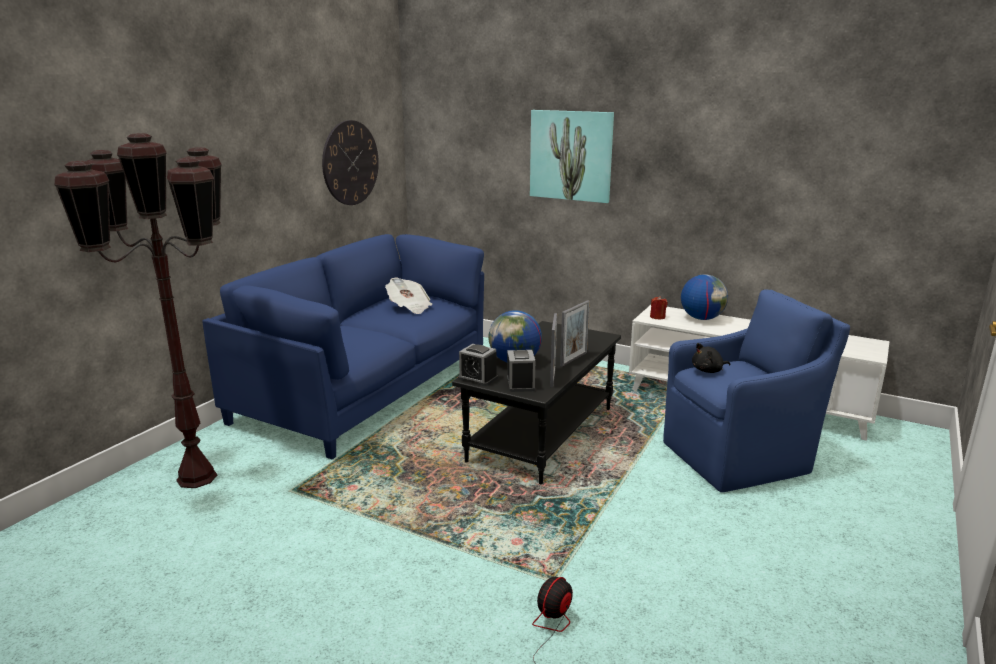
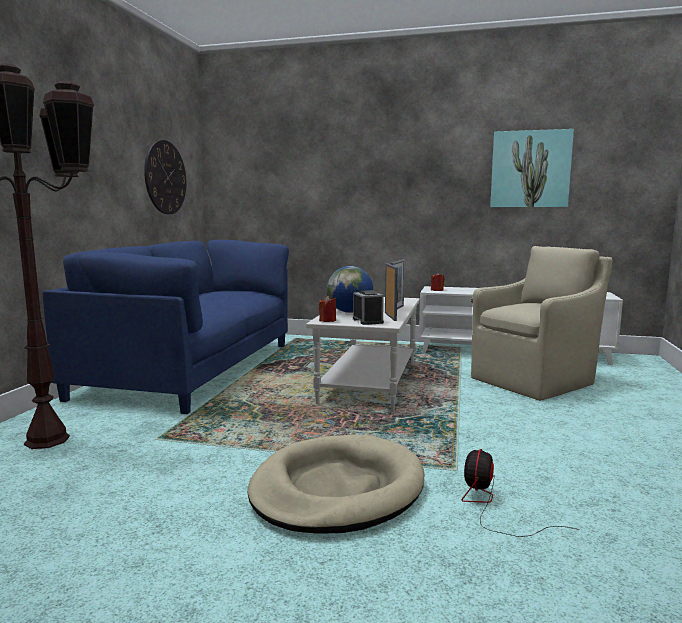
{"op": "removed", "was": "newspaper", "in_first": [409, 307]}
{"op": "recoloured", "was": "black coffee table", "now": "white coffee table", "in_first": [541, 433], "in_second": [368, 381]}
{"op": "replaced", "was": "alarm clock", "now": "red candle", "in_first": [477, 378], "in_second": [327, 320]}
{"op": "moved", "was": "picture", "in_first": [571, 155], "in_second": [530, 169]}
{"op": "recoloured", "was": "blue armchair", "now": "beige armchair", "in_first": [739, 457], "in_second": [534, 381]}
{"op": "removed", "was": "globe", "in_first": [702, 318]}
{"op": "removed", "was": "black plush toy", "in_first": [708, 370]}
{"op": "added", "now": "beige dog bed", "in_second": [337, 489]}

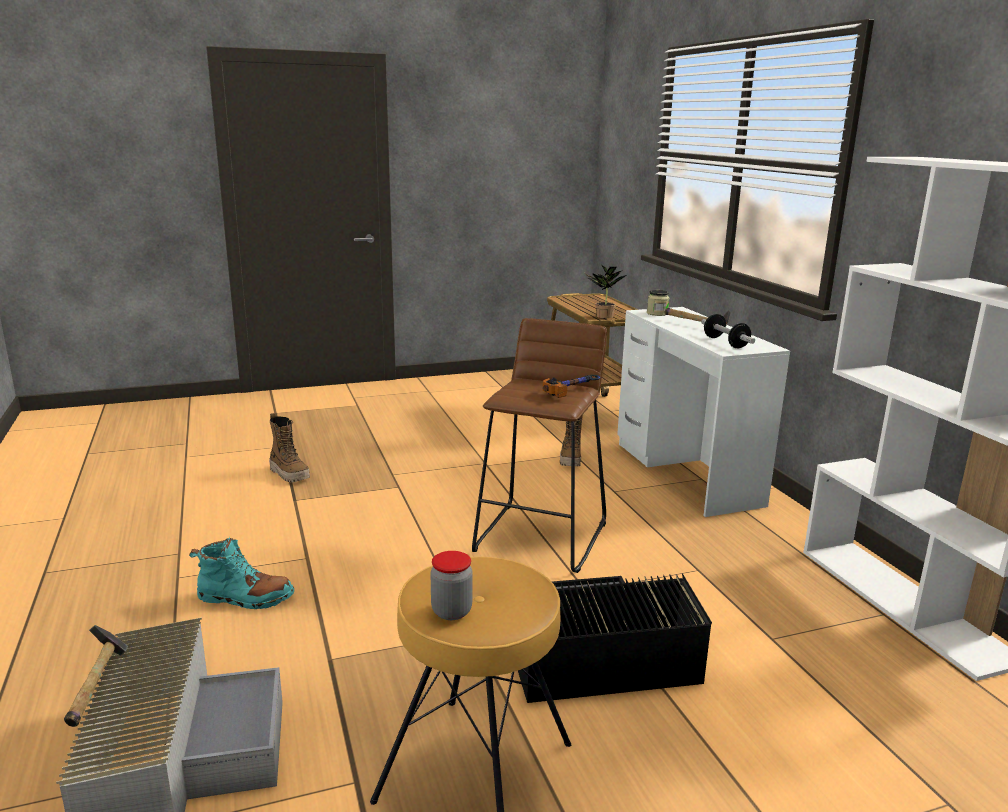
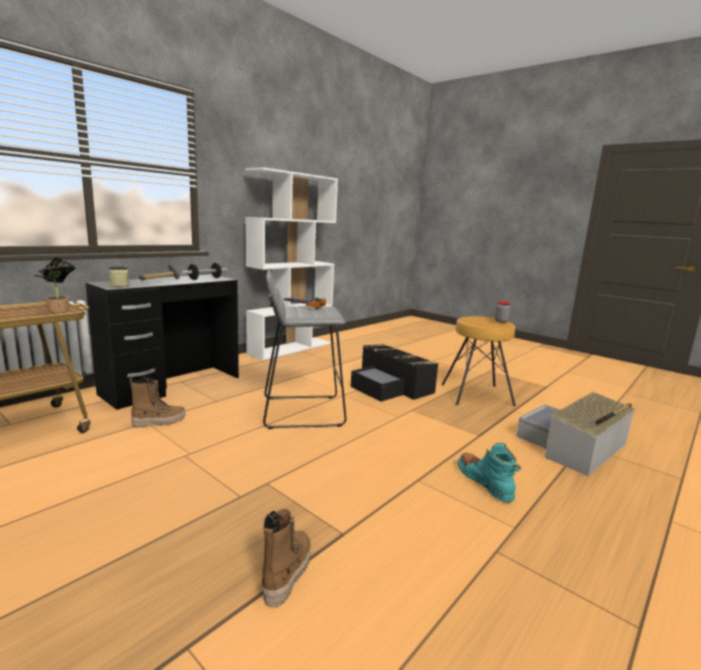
{"op": "recoloured", "was": "brown stool", "now": "grey stool", "in_first": [542, 536], "in_second": [301, 411]}
{"op": "recoloured", "was": "white desk", "now": "black desk", "in_first": [686, 473], "in_second": [172, 385]}

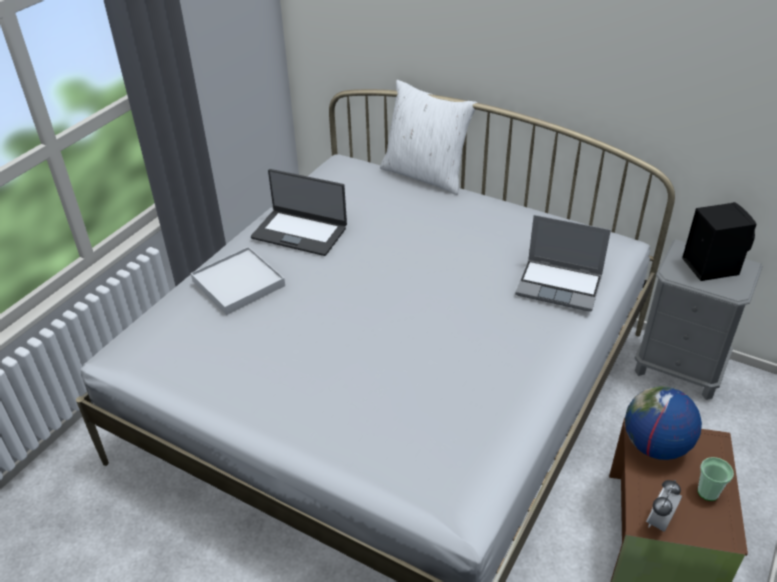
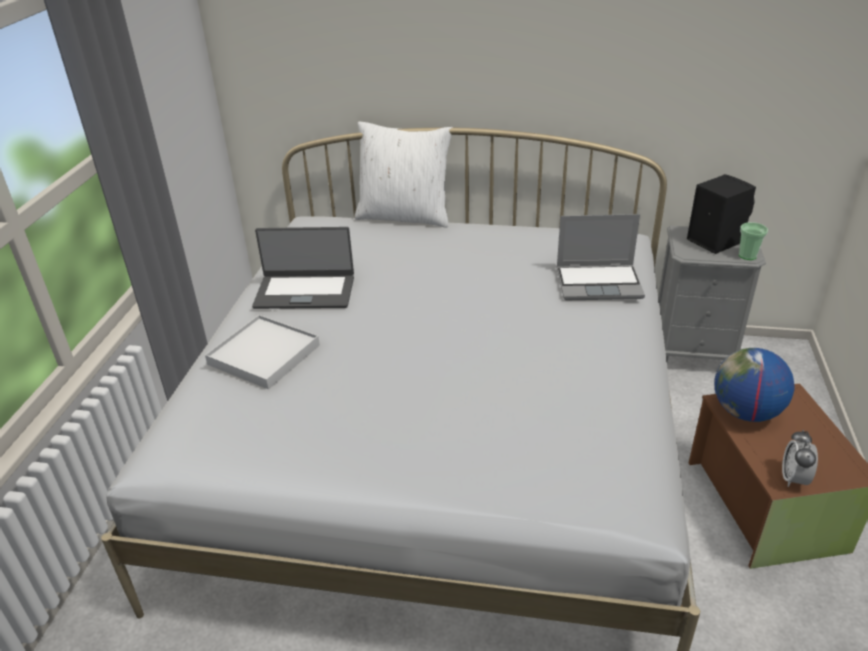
{"op": "moved", "was": "cup", "in_first": [708, 492], "in_second": [747, 255]}

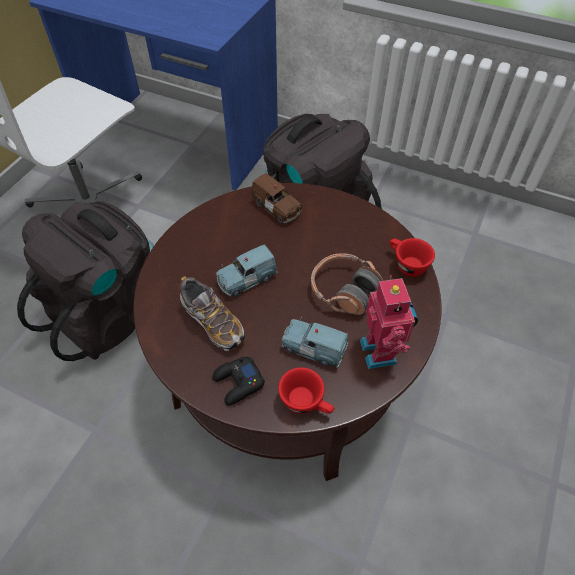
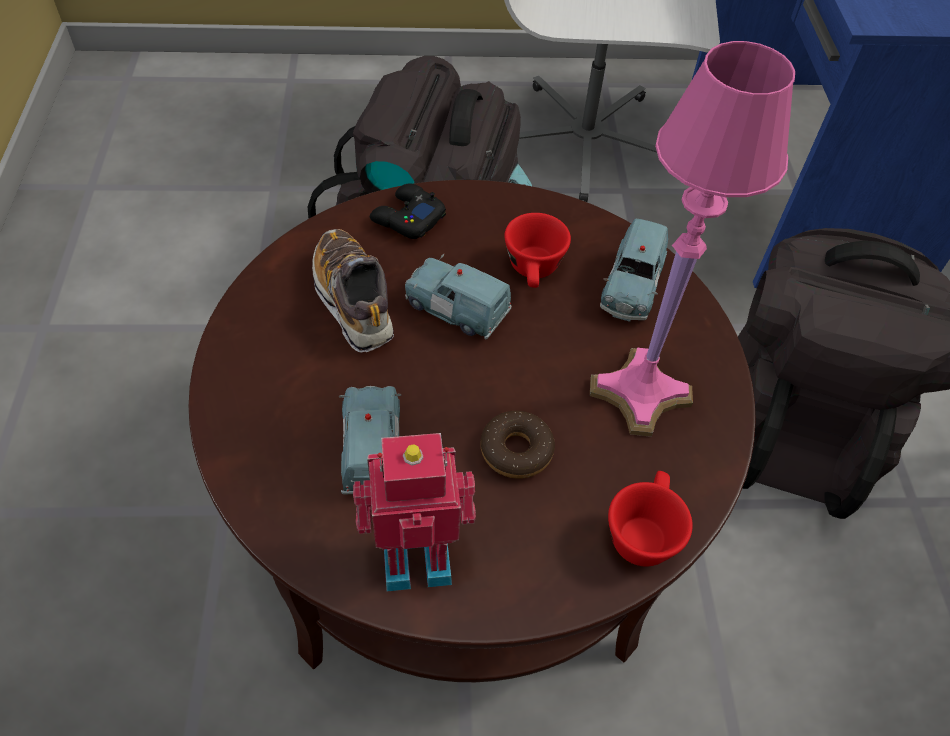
{"op": "turned", "was": "shoe", "in_first": [212, 322], "in_second": [353, 301], "clockwise": 135}
{"op": "moved", "was": "black game controller", "in_first": [238, 383], "in_second": [407, 218]}
{"op": "recoloured", "was": "brown toy car", "now": "blue toy car", "in_first": [276, 208], "in_second": [630, 288]}
{"op": "moved", "was": "red cup", "in_first": [307, 403], "in_second": [534, 271]}
{"op": "replaced", "was": "headphones", "now": "donut", "in_first": [344, 290], "in_second": [516, 450]}
{"op": "turned", "was": "toy robot", "in_first": [381, 351], "in_second": [416, 554], "clockwise": -150}
{"op": "added", "now": "pink table lamp", "in_second": [639, 393]}

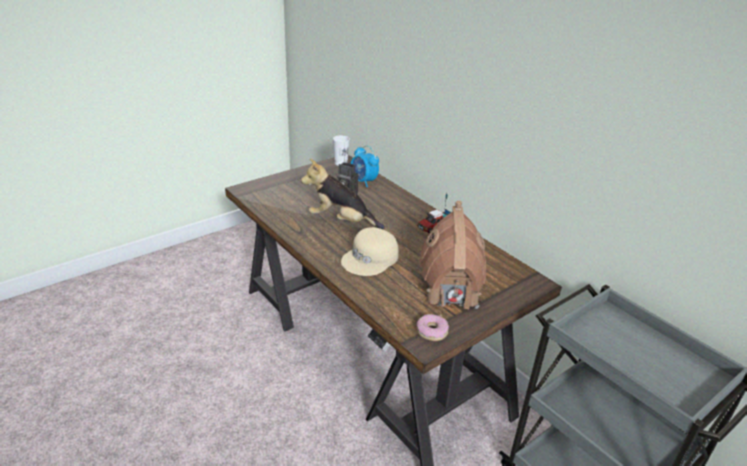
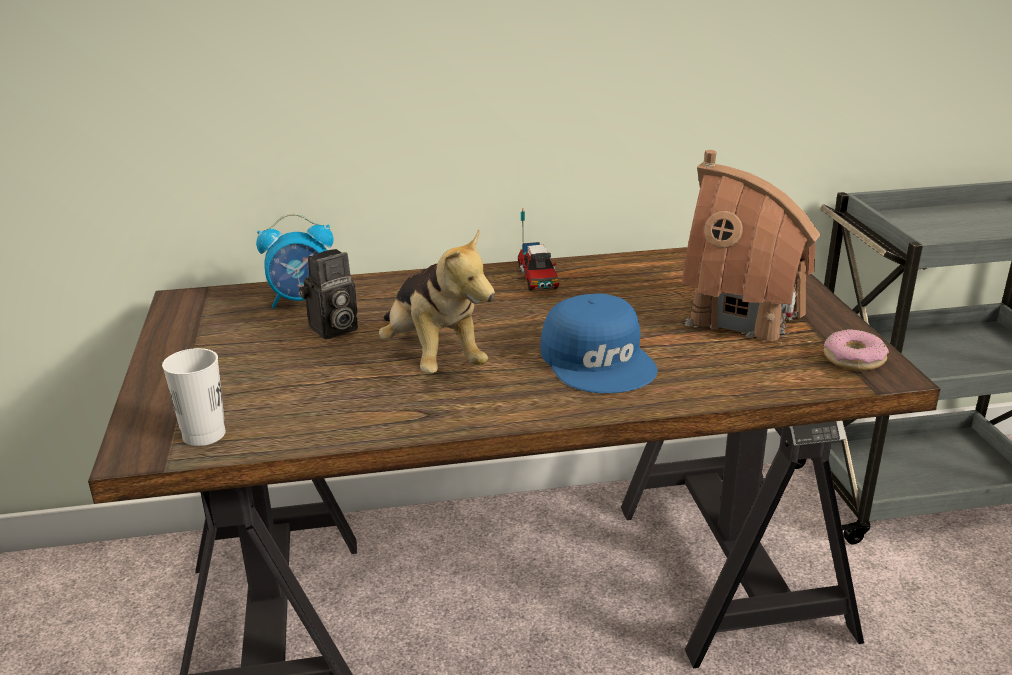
{"op": "turned", "was": "plush toy", "in_first": [341, 221], "in_second": [433, 358], "clockwise": -75}
{"op": "moved", "was": "white cup", "in_first": [341, 163], "in_second": [204, 435]}
{"op": "recoloured", "was": "beige cap", "now": "blue cap", "in_first": [371, 259], "in_second": [599, 360]}

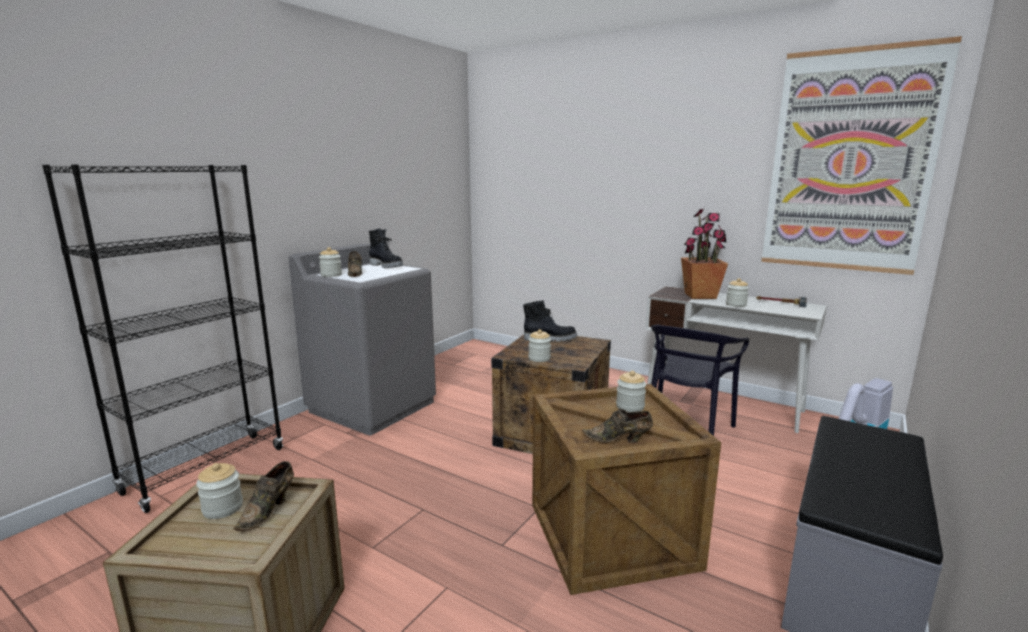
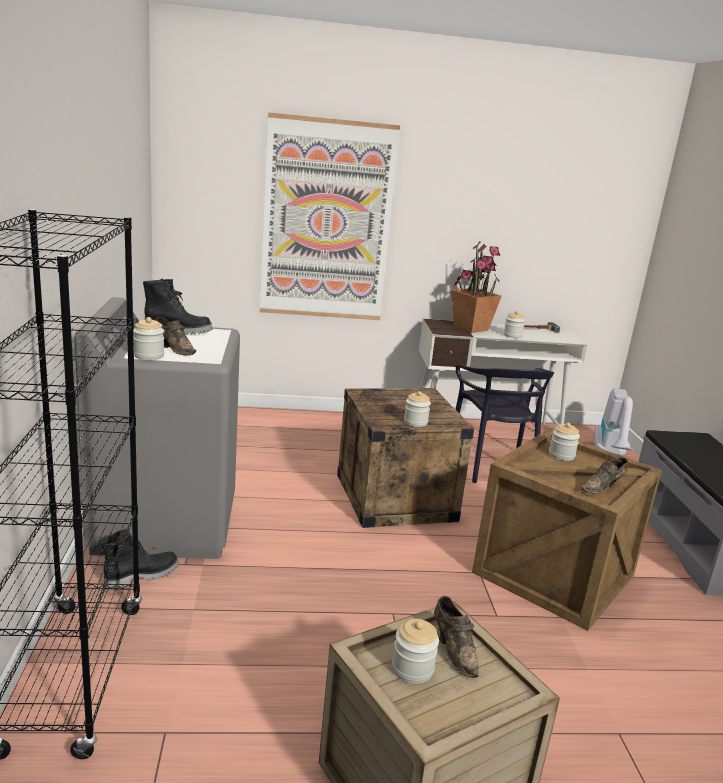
{"op": "moved", "was": "black boot", "in_first": [550, 339], "in_second": [141, 576]}
{"op": "moved", "was": "picture", "in_first": [849, 162], "in_second": [327, 221]}

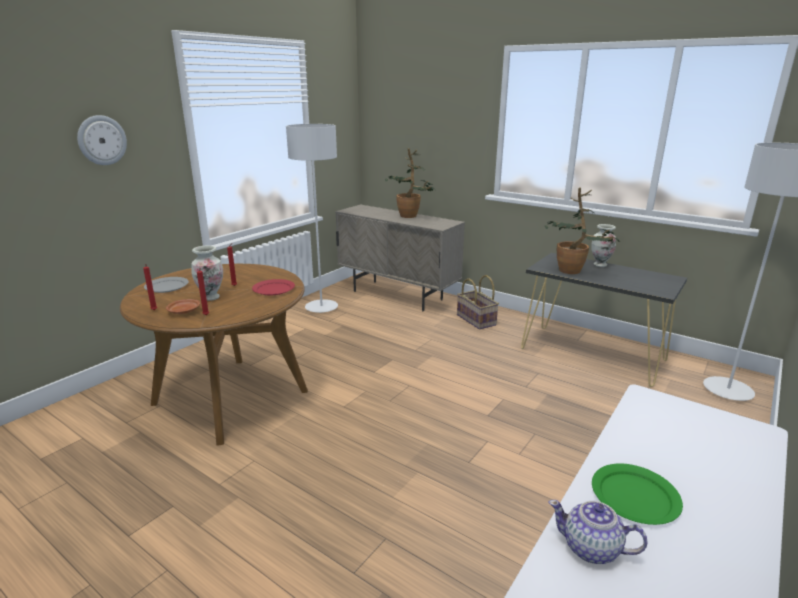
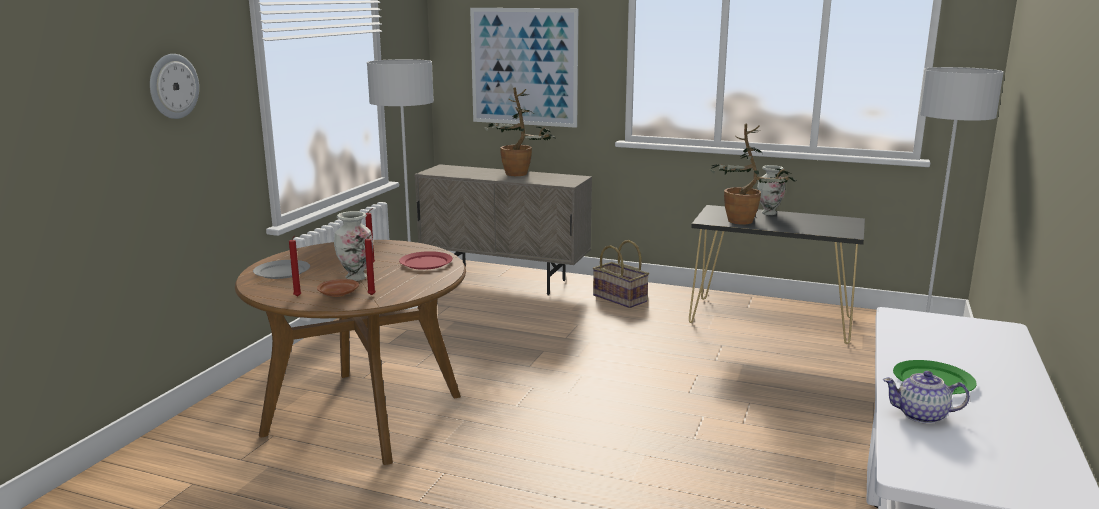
{"op": "added", "now": "picture", "in_second": [523, 67]}

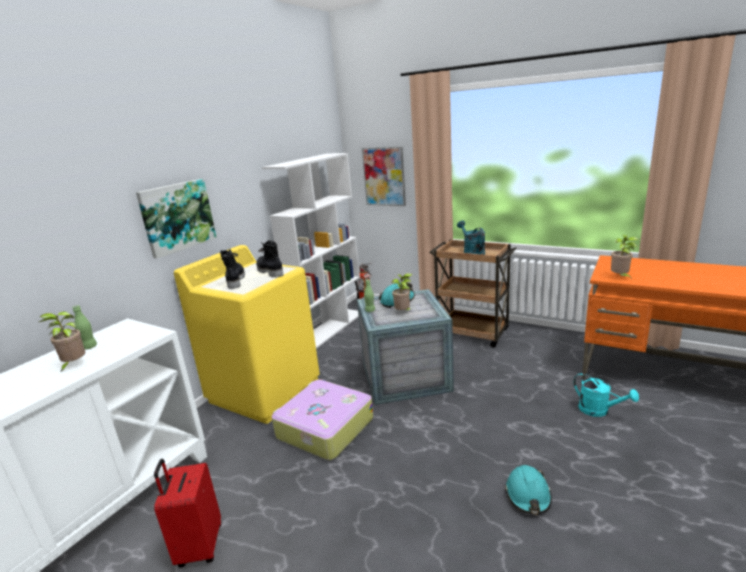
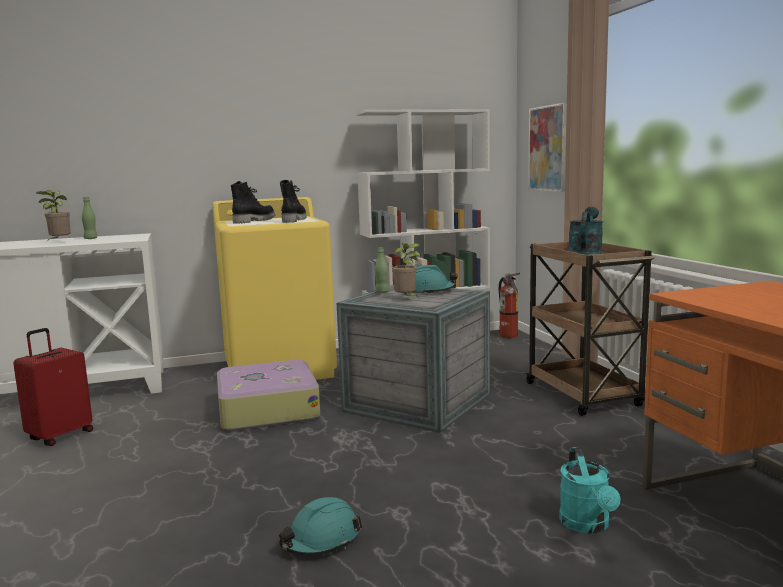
{"op": "removed", "was": "picture", "in_first": [177, 217]}
{"op": "removed", "was": "potted plant", "in_first": [620, 277]}

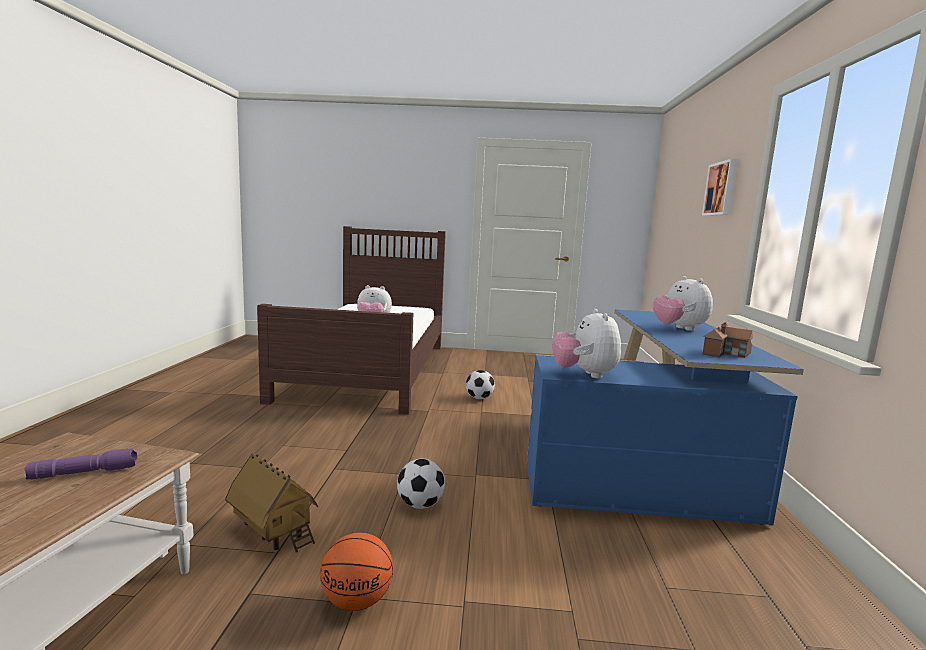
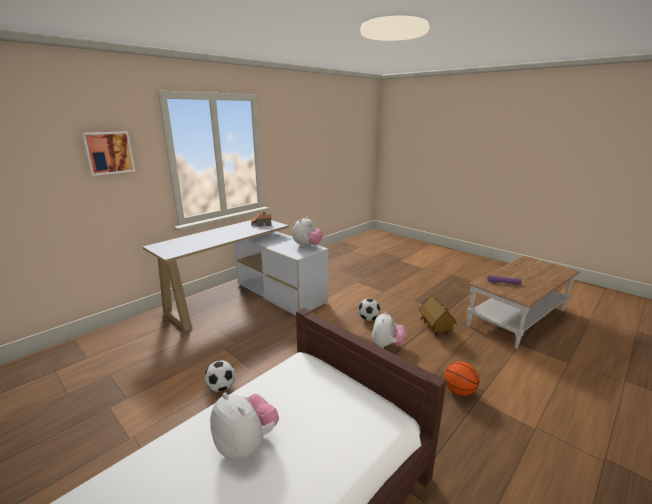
{"op": "moved", "was": "basketball", "in_first": [357, 601], "in_second": [458, 391]}
{"op": "recoloured", "was": "blue desk", "now": "white desk", "in_first": [648, 465], "in_second": [248, 299]}
{"op": "moved", "was": "plush toy", "in_first": [679, 329], "in_second": [387, 345]}

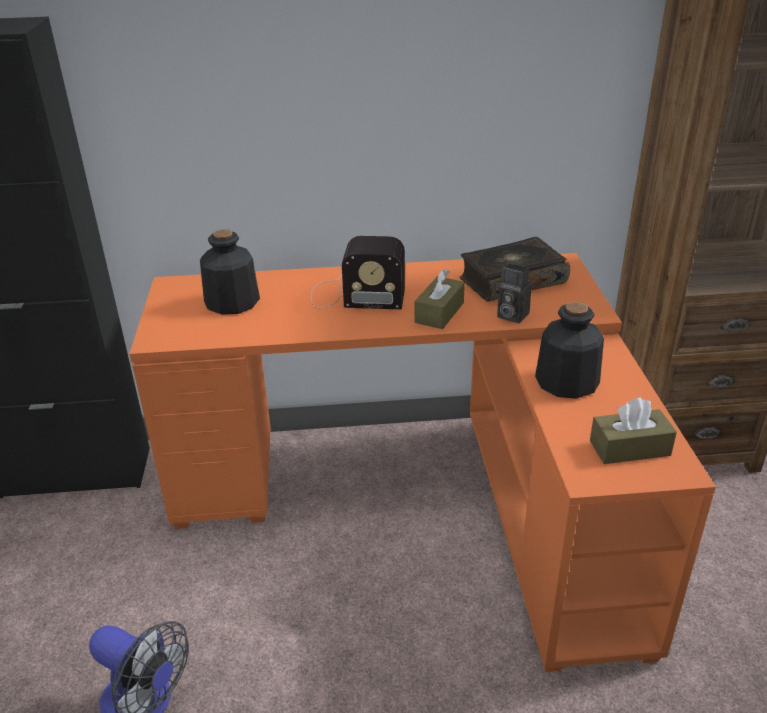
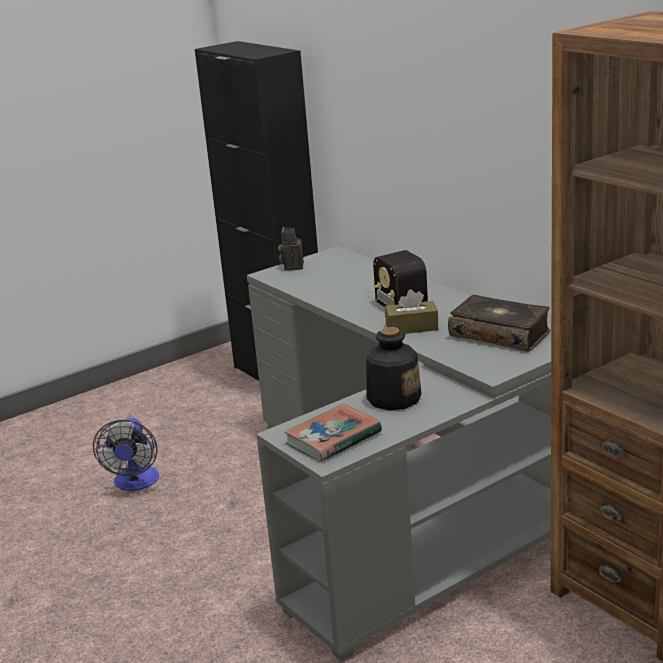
{"op": "recoloured", "was": "orange desk", "now": "grey desk", "in_first": [425, 495], "in_second": [407, 500]}
{"op": "removed", "was": "bottle", "in_first": [231, 302]}
{"op": "moved", "was": "photo camera", "in_first": [510, 315], "in_second": [292, 266]}
{"op": "replaced", "was": "brown tissue box", "now": "book", "in_first": [629, 448], "in_second": [333, 438]}

